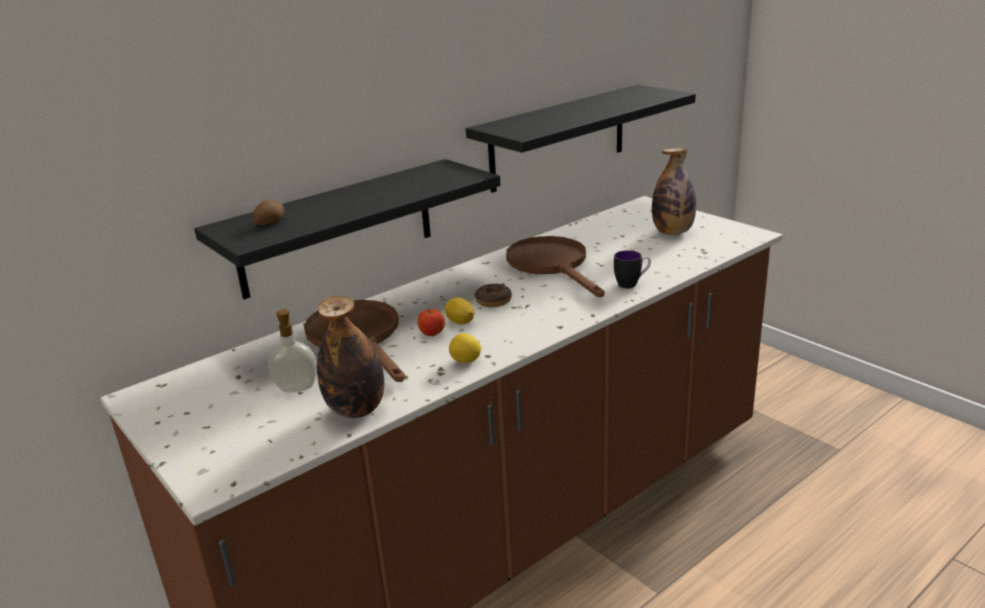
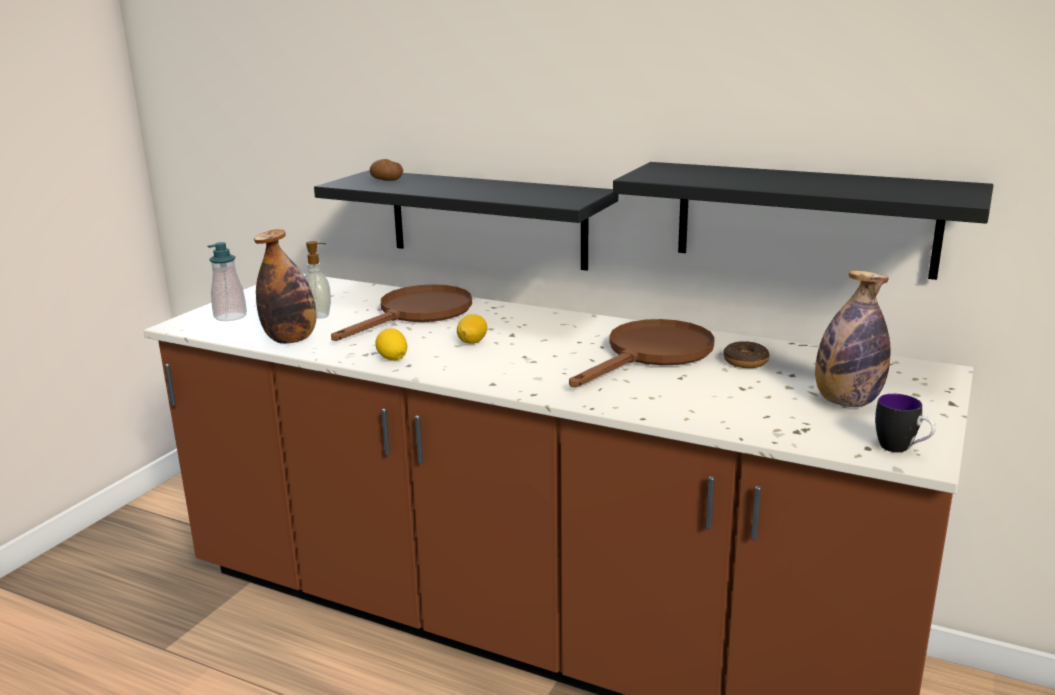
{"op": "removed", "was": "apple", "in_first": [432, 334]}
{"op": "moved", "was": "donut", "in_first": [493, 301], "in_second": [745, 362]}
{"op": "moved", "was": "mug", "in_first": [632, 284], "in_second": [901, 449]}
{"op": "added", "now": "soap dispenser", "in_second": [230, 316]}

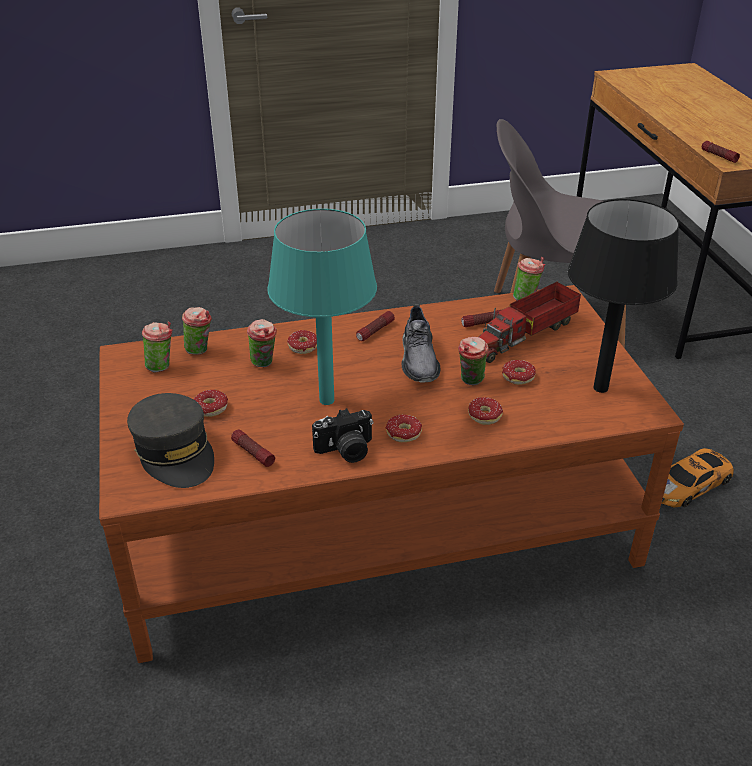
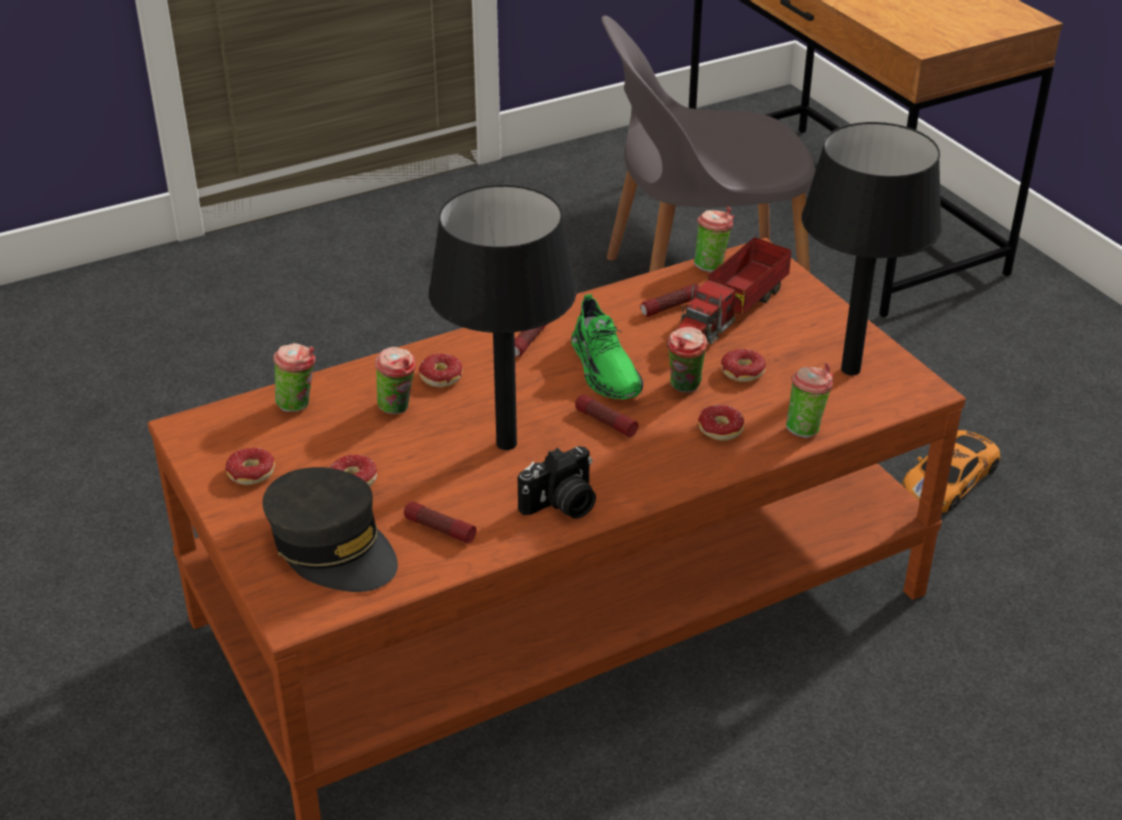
{"op": "moved", "was": "cup", "in_first": [162, 366], "in_second": [806, 428]}
{"op": "recoloured", "was": "turquoise table lamp", "now": "black table lamp", "in_first": [326, 399], "in_second": [505, 443]}
{"op": "moved", "was": "donut", "in_first": [403, 438], "in_second": [252, 479]}
{"op": "recoloured", "was": "grey shoe", "now": "green shoe", "in_first": [419, 359], "in_second": [605, 369]}
{"op": "moved", "was": "flashlight", "in_first": [718, 156], "in_second": [605, 422]}

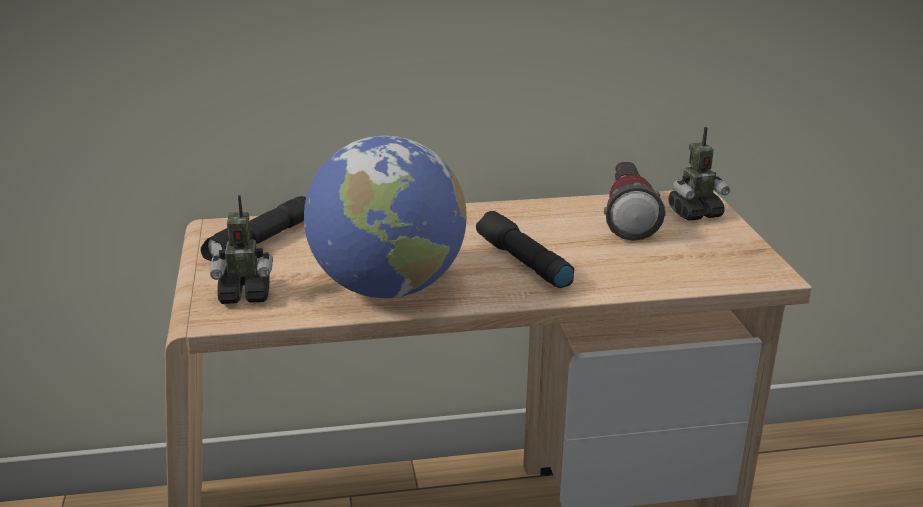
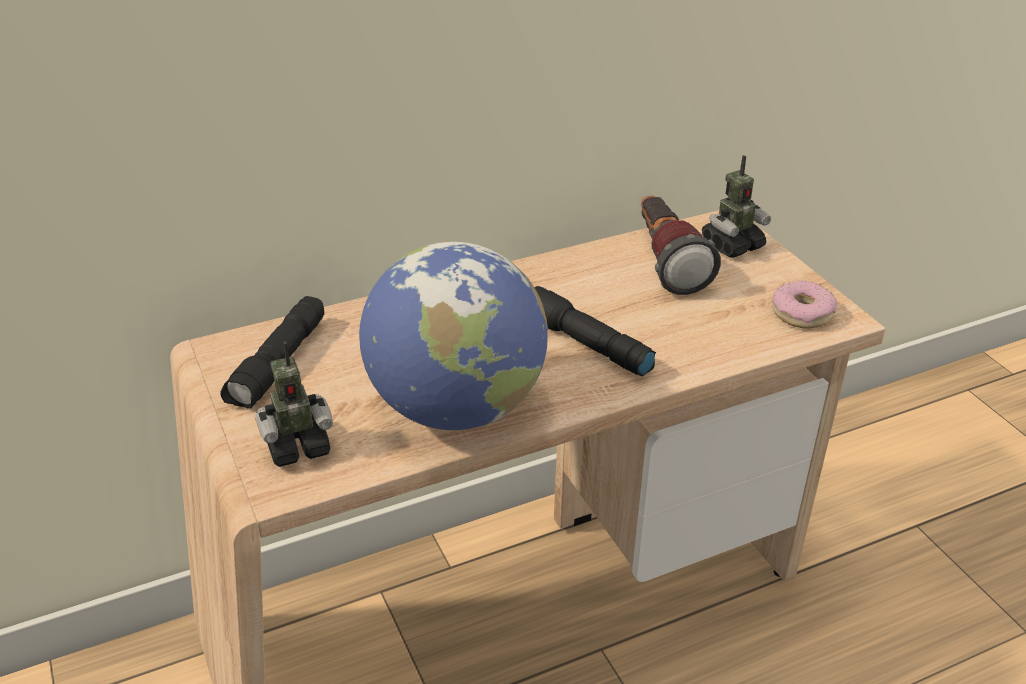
{"op": "added", "now": "donut", "in_second": [802, 313]}

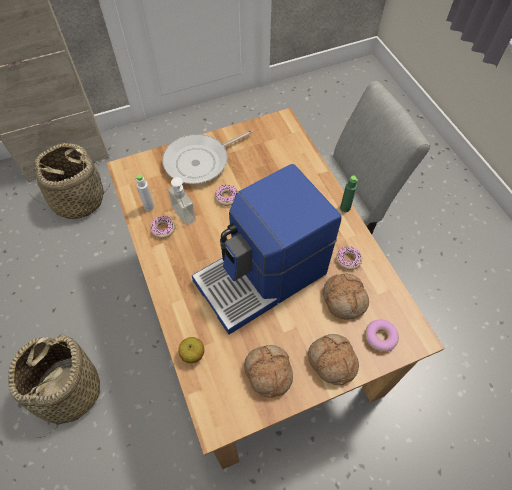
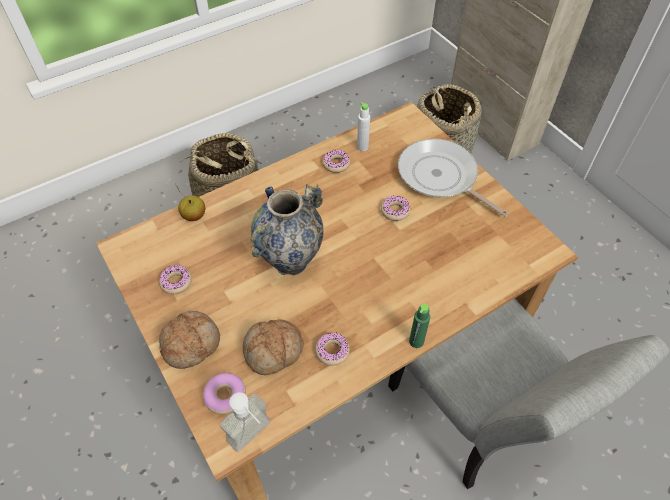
{"op": "moved", "was": "soap dispenser", "in_first": [189, 210], "in_second": [255, 437]}
{"op": "replaced", "was": "coffee machine", "now": "vase", "in_first": [262, 277], "in_second": [290, 262]}
{"op": "replaced", "was": "bread", "now": "donut", "in_first": [267, 372], "in_second": [176, 282]}

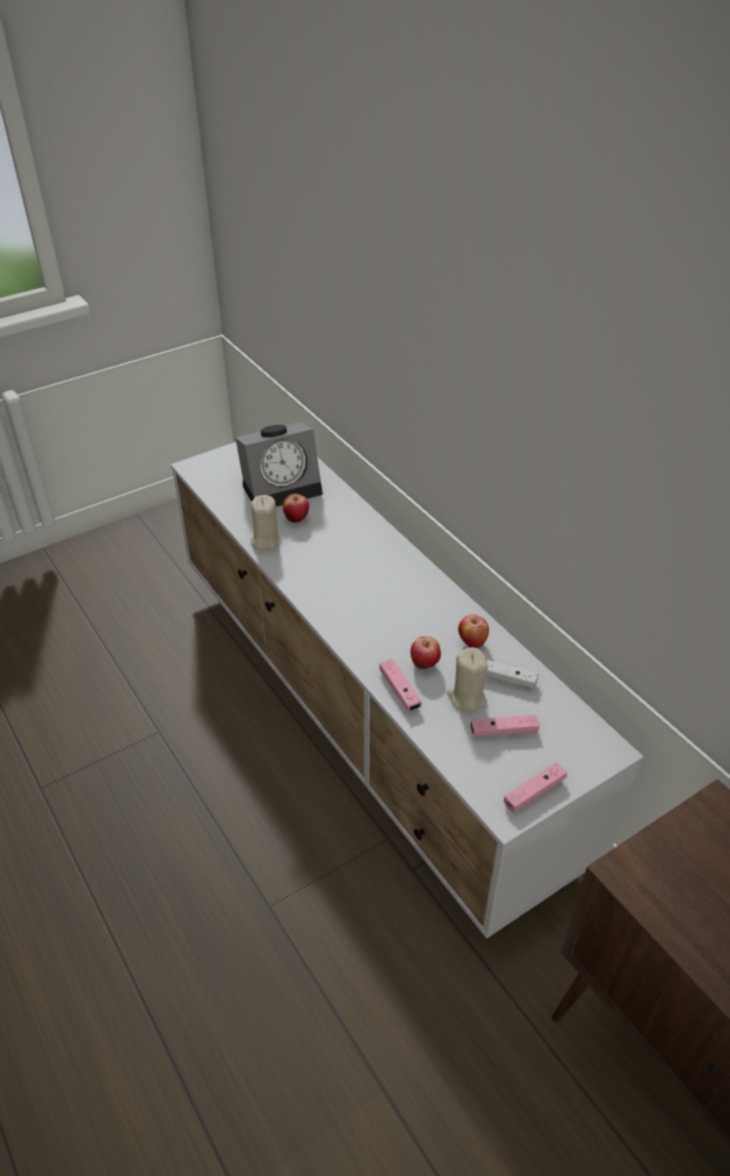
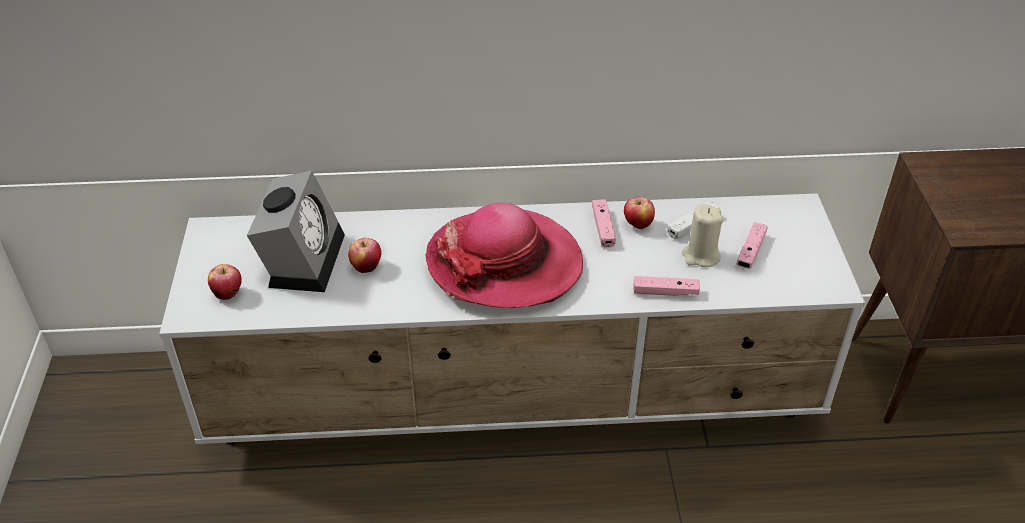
{"op": "removed", "was": "beige candle", "in_first": [265, 541]}
{"op": "moved", "was": "apple", "in_first": [425, 664], "in_second": [228, 294]}
{"op": "moved", "was": "pink game controller", "in_first": [534, 792], "in_second": [603, 228]}
{"op": "added", "now": "hat", "in_second": [504, 263]}

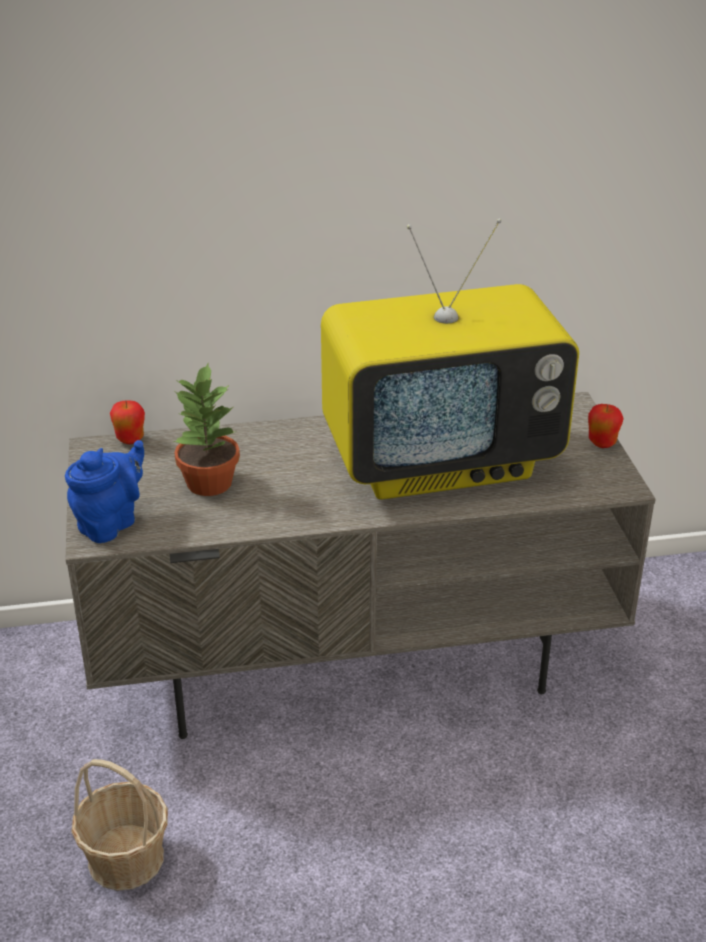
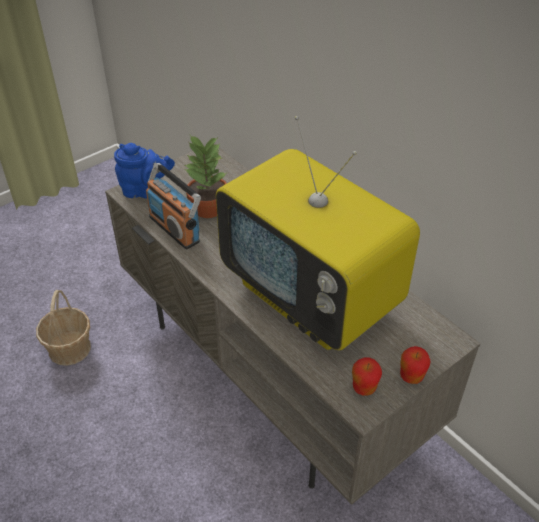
{"op": "moved", "was": "apple", "in_first": [130, 440], "in_second": [364, 388]}
{"op": "added", "now": "radio", "in_second": [175, 228]}

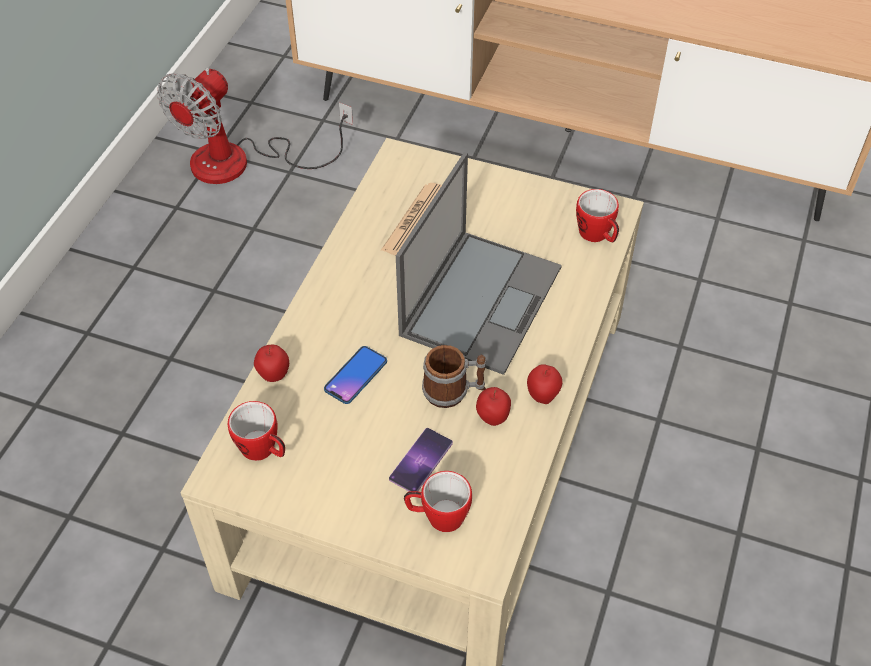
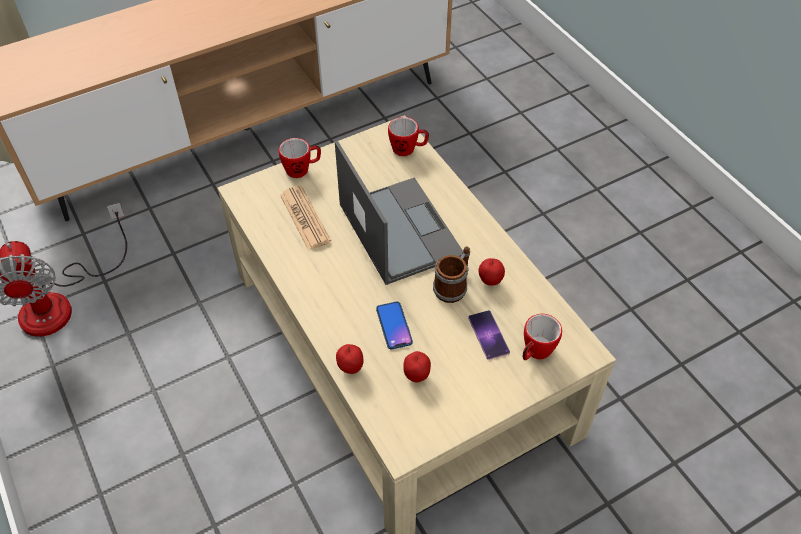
{"op": "moved", "was": "mug", "in_first": [263, 450], "in_second": [302, 169]}
{"op": "moved", "was": "apple", "in_first": [542, 396], "in_second": [416, 376]}

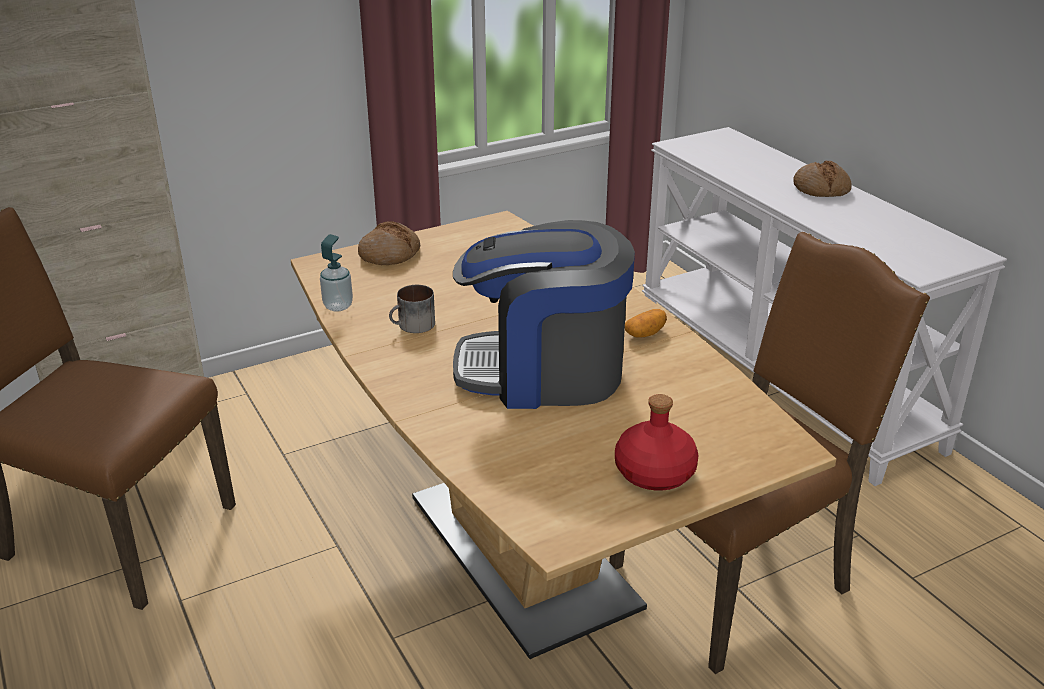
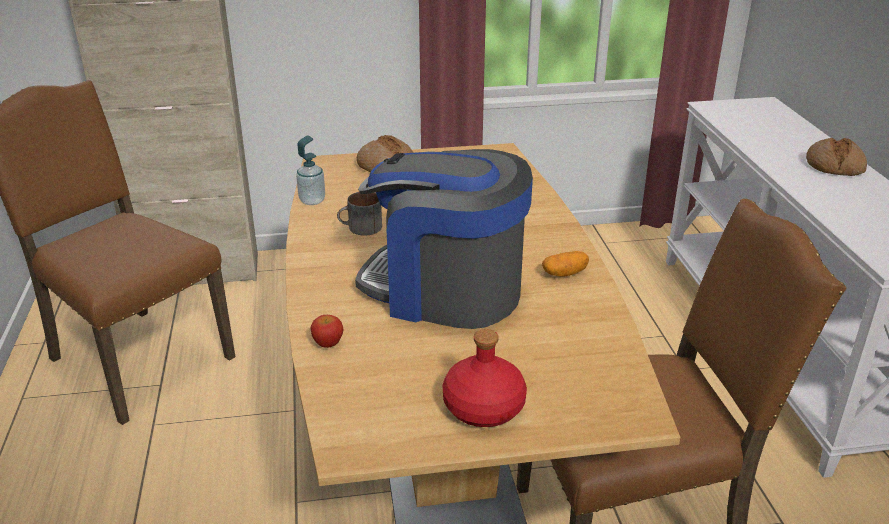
{"op": "added", "now": "apple", "in_second": [328, 343]}

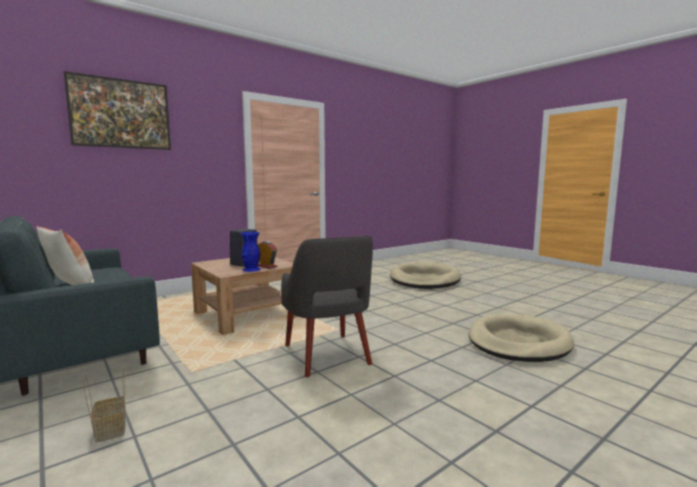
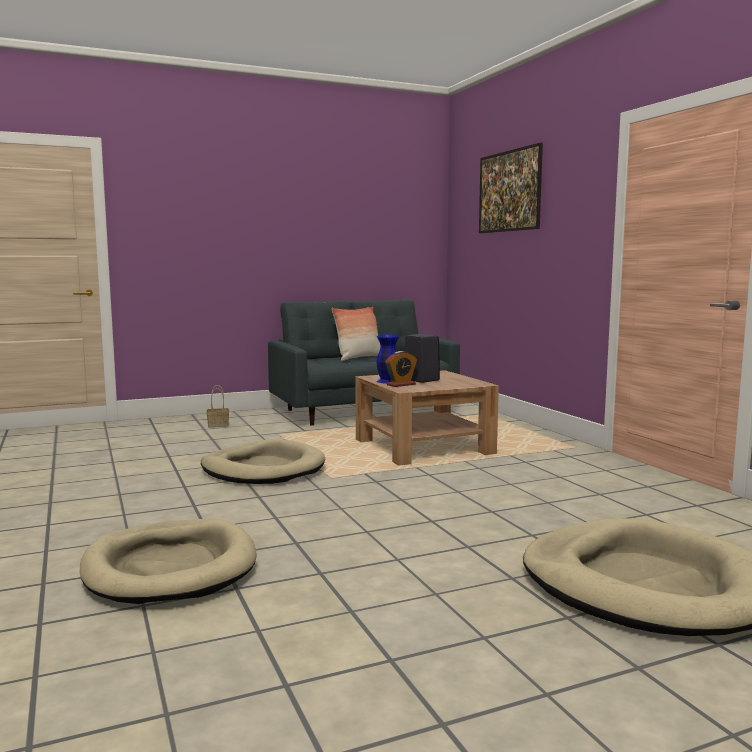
{"op": "replaced", "was": "grey armchair", "now": "beige dog bed", "in_first": [327, 355], "in_second": [263, 469]}

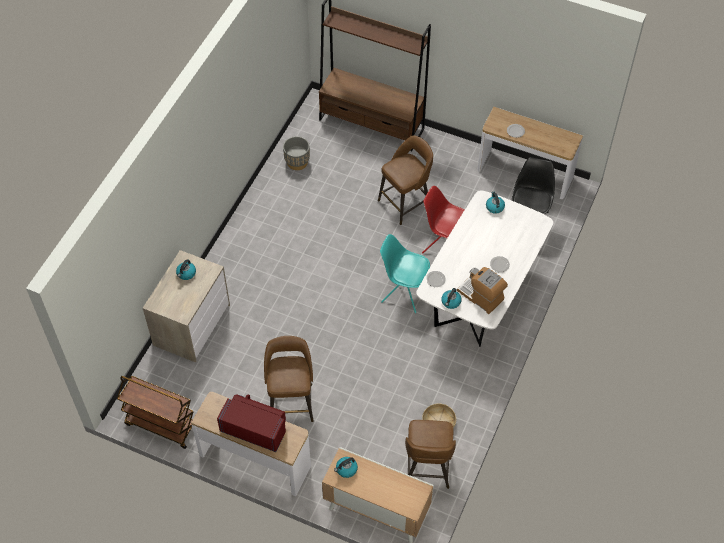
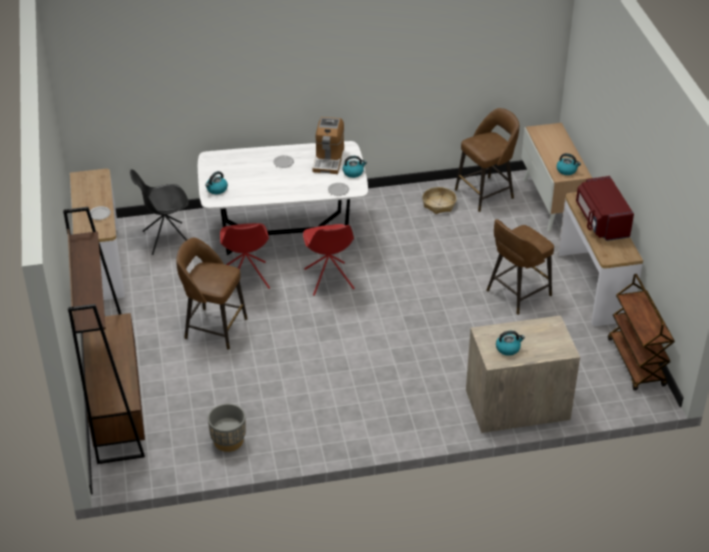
{"op": "recoloured", "was": "turquoise chair", "now": "red chair", "in_first": [403, 293], "in_second": [329, 280]}

